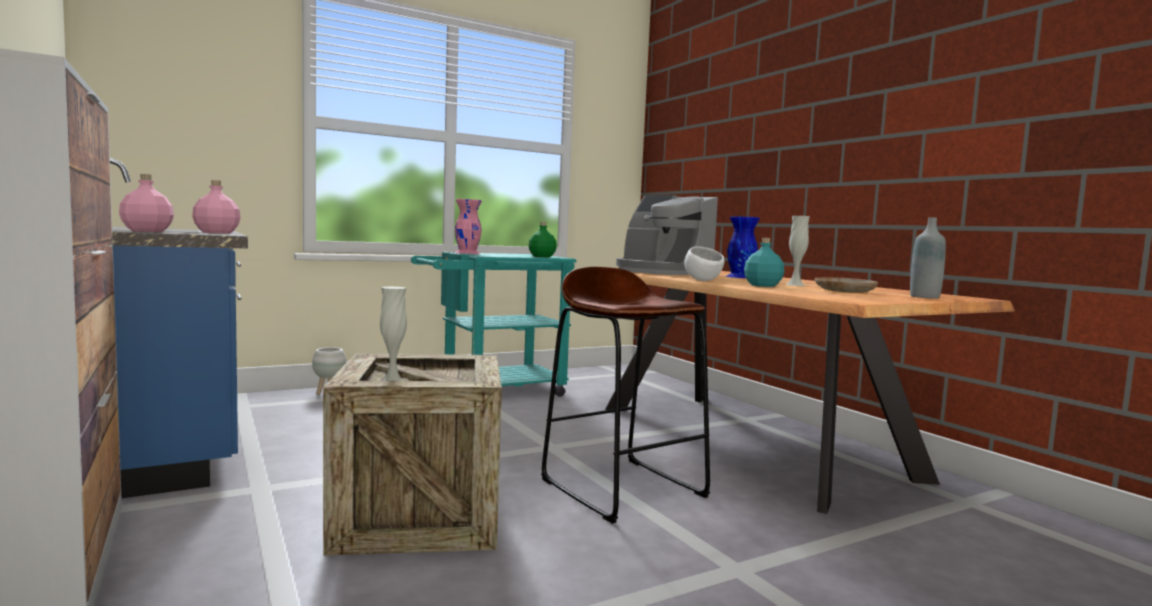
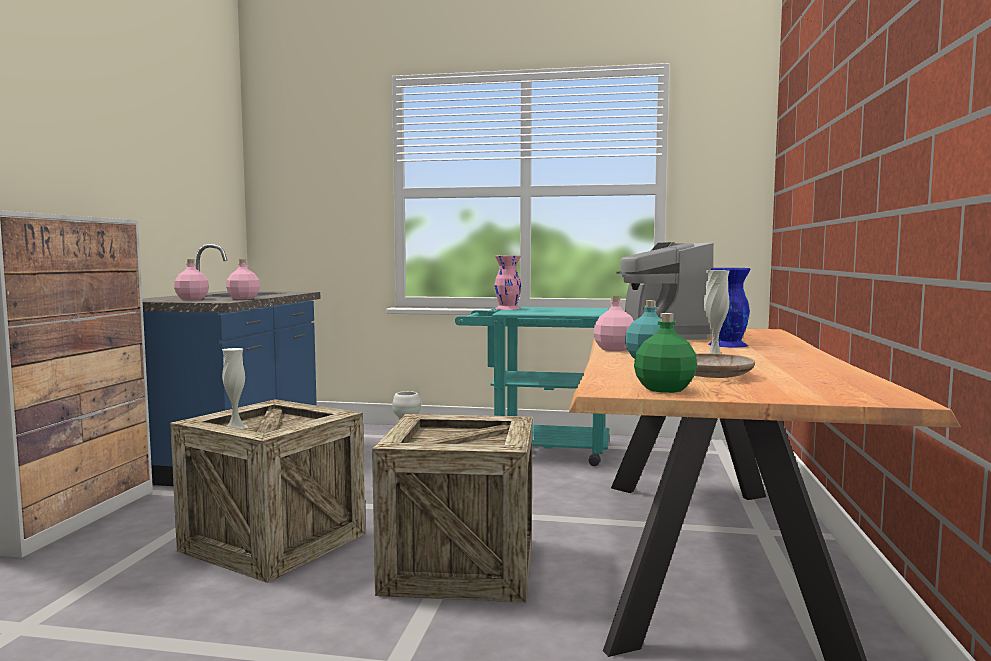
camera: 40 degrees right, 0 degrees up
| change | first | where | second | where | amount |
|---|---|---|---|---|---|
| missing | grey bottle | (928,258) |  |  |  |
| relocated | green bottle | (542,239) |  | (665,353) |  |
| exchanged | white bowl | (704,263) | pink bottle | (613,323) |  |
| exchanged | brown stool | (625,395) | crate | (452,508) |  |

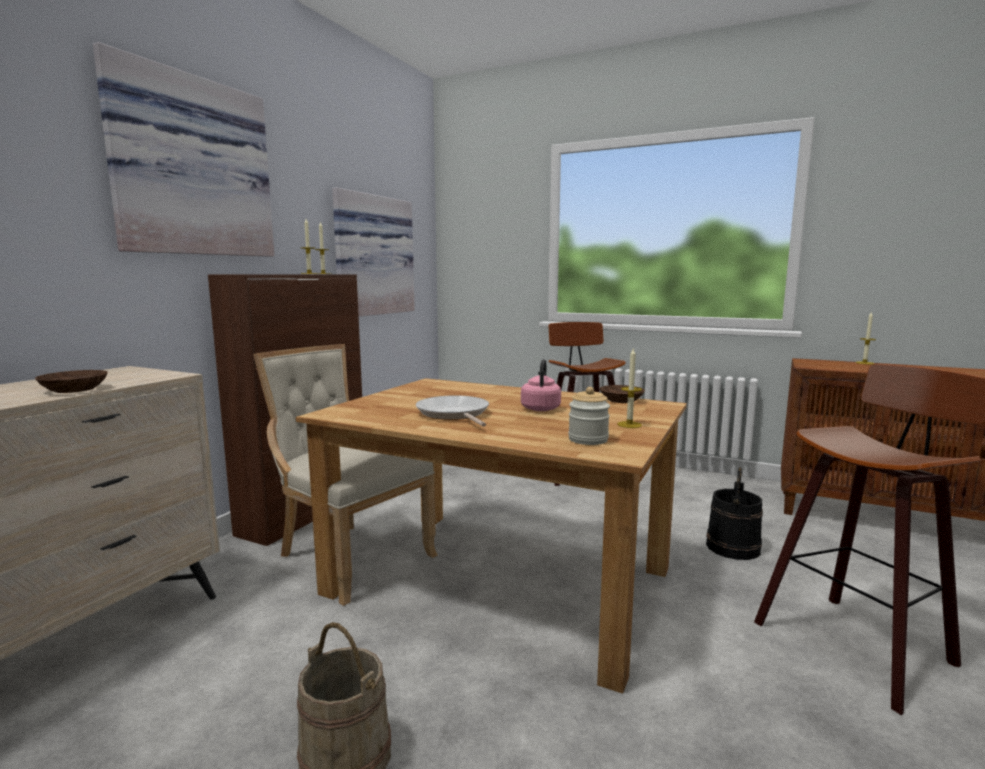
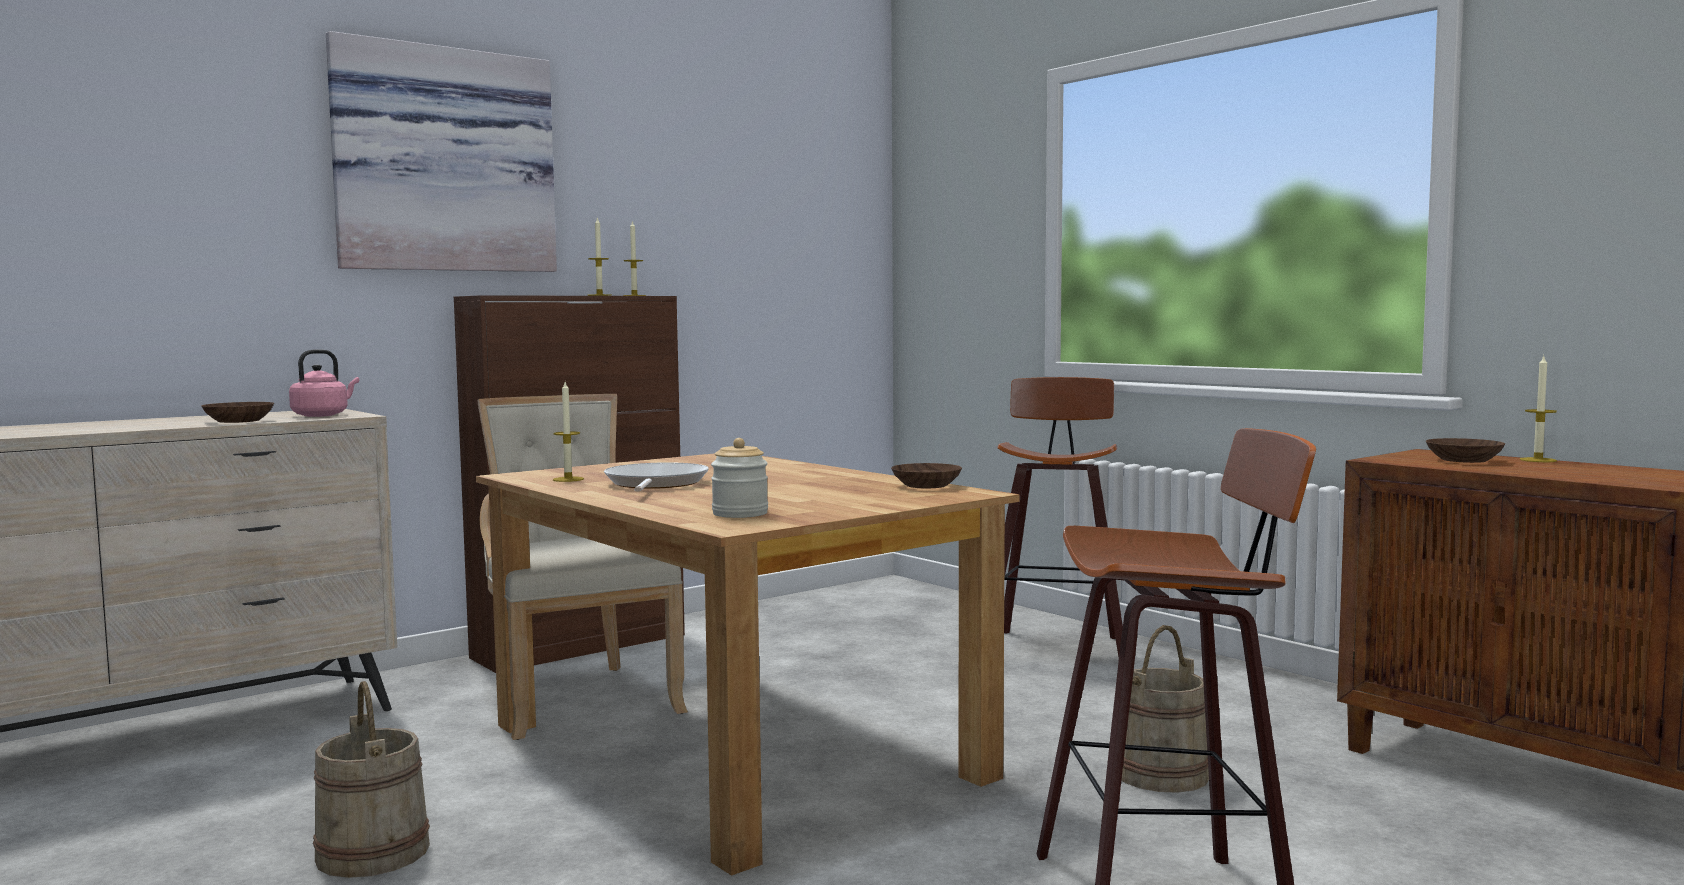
camera: 25 degrees right, 5 degrees down
| change | first | where | second | where | amount |
|---|---|---|---|---|---|
| missing | picture | (373,251) |  |  |  |
| relocated | candle | (629,387) |  | (568,432) |  |
| relocated | pink kettle | (541,385) |  | (324,383) |  |
| colour | black bucket | (734,513) | beige bucket | (1165,709) |  |
| appeared |  |  | brown bowl | (1465,450) |  |

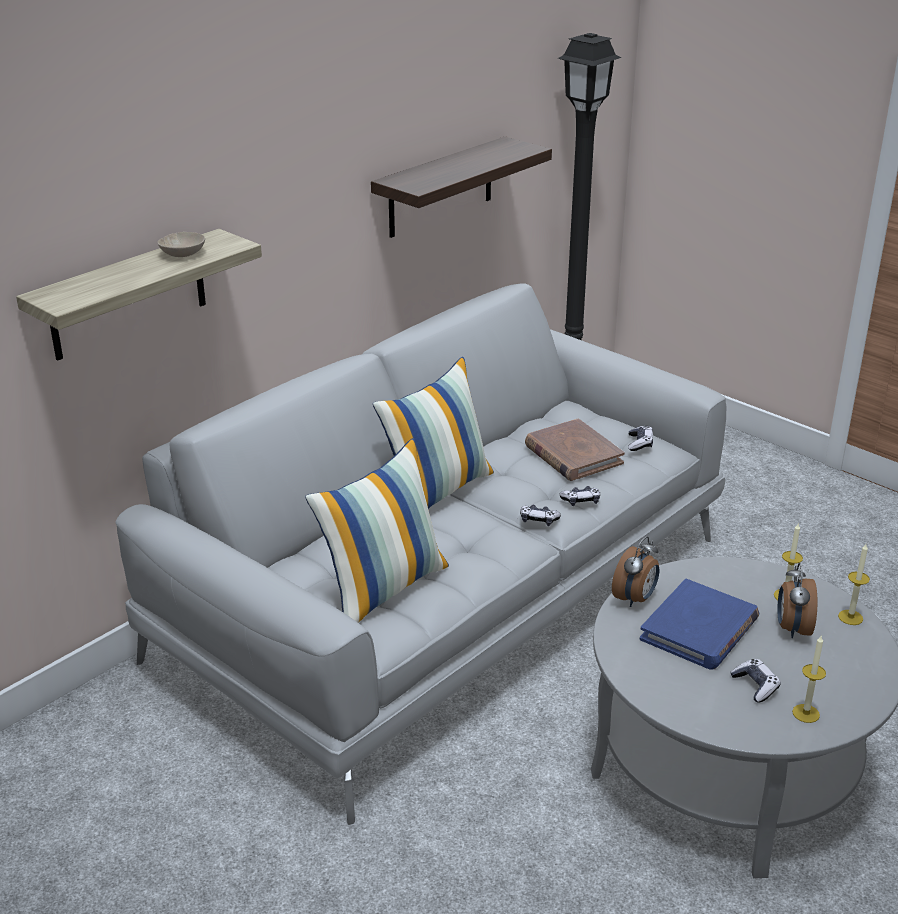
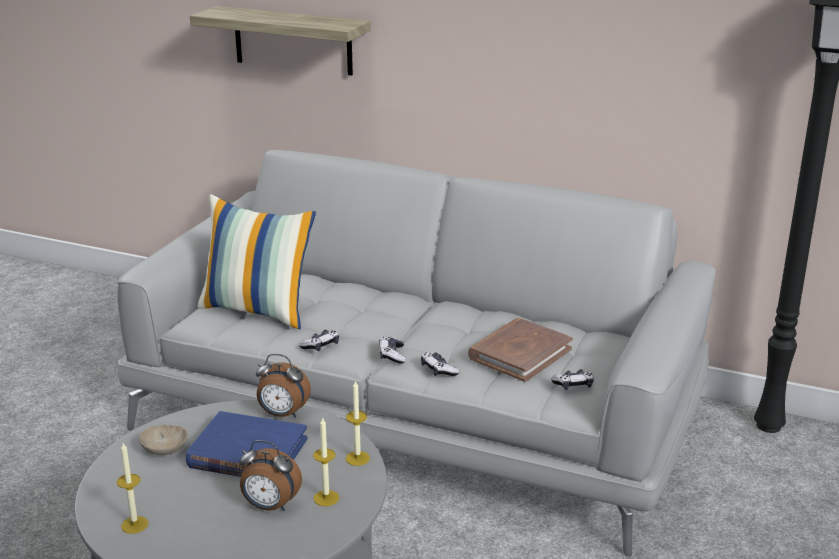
camera: 70 degrees right, 5 degrees down
| change | first | where | second | where | amount |
|---|---|---|---|---|---|
| missing | shelf | (461,187) |  |  |  |
| relocated | beige bowl | (181,244) |  | (163,440) |  |
| missing | pillow | (433,433) |  |  |  |
| relocated | candle | (854,584) |  | (358,423) |  |
| spun | alarm clock | (798,600) |  | (270,475) | 150 degrees counterclockwise |
| relocated | game controller | (755,680) |  | (319,340) |  |

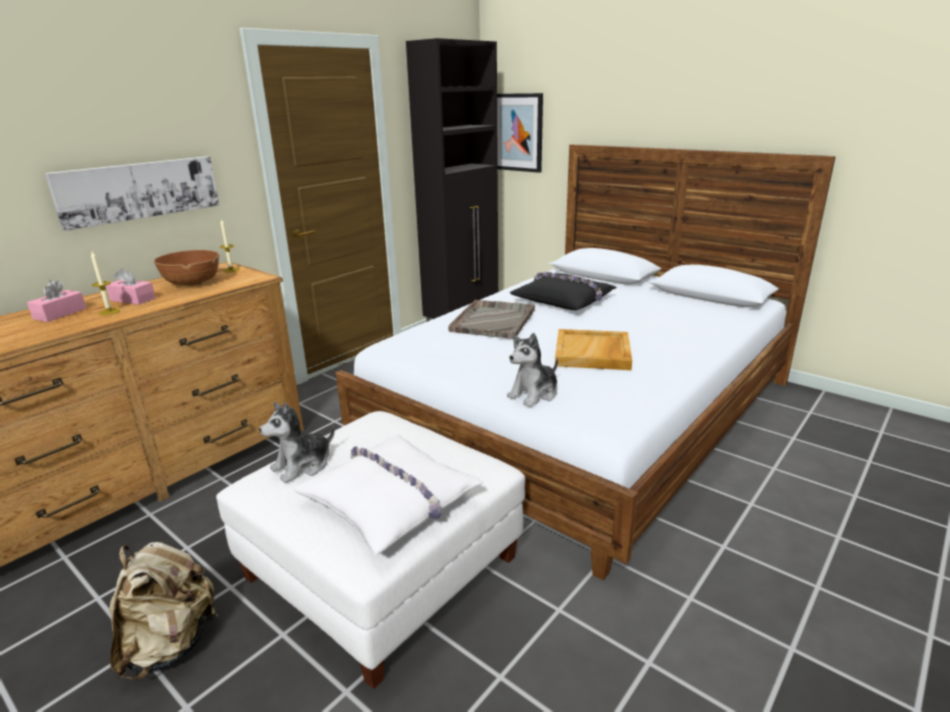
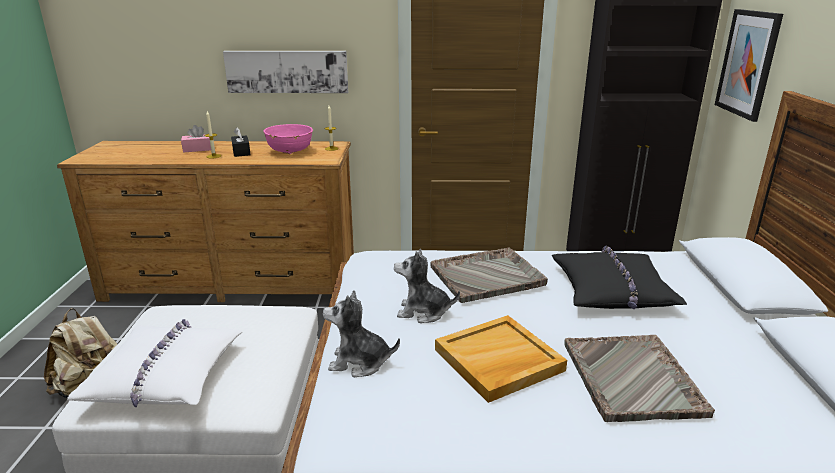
camera: 50 degrees right, 0 degrees up
| change | first | where | second | where | amount |
|---|---|---|---|---|---|
| colour | brown bowl | (187,268) | pink bowl | (288,139) |  |
| colour | pink tissue box | (131,286) | black tissue box | (241,142) |  |
| relocated | plush toy | (297,442) |  | (427,286) |  |
| appeared |  |  | grey tray | (639,378) |  |

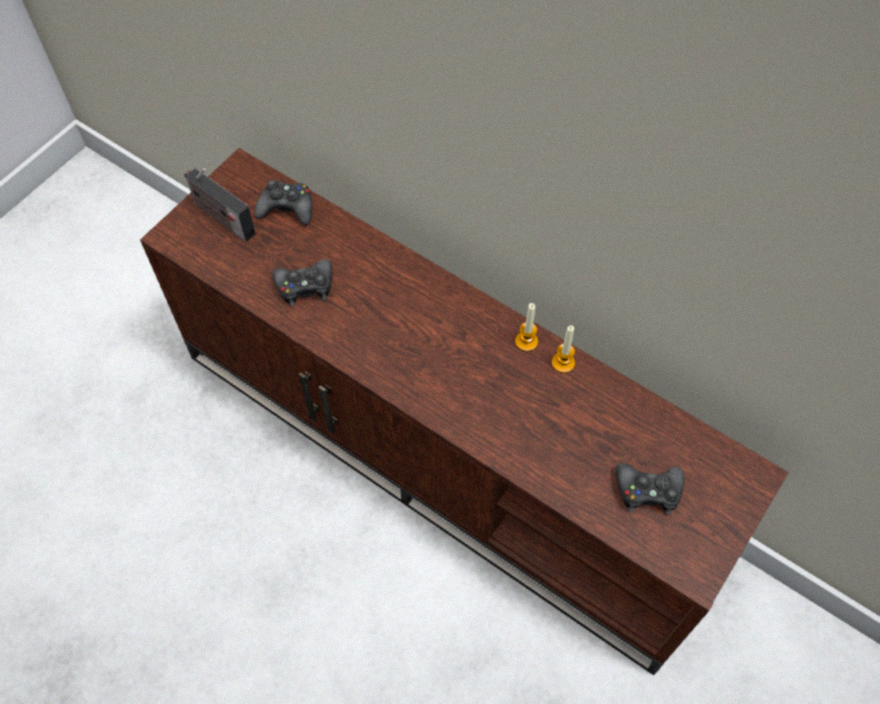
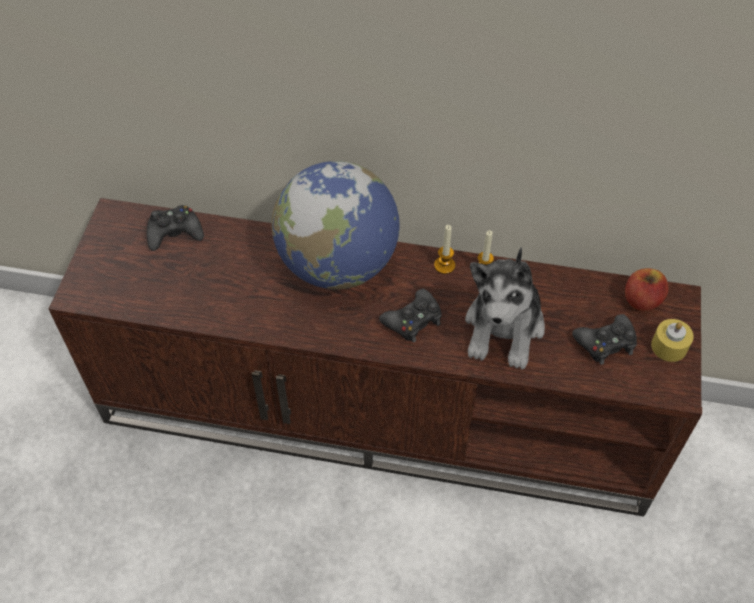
camera: 25 degrees left, 5 degrees down
| change | first | where | second | where | amount |
|---|---|---|---|---|---|
| missing | radio | (220,205) |  |  |  |
| relocated | black game controller | (302,283) |  | (410,316) |  |
| appeared |  |  | globe | (335,225) |  |
| appeared |  |  | plush toy | (505,308) |  |
| appeared |  |  | apple | (647,289) |  |
| appeared |  |  | yellow candle | (672,340) |  |

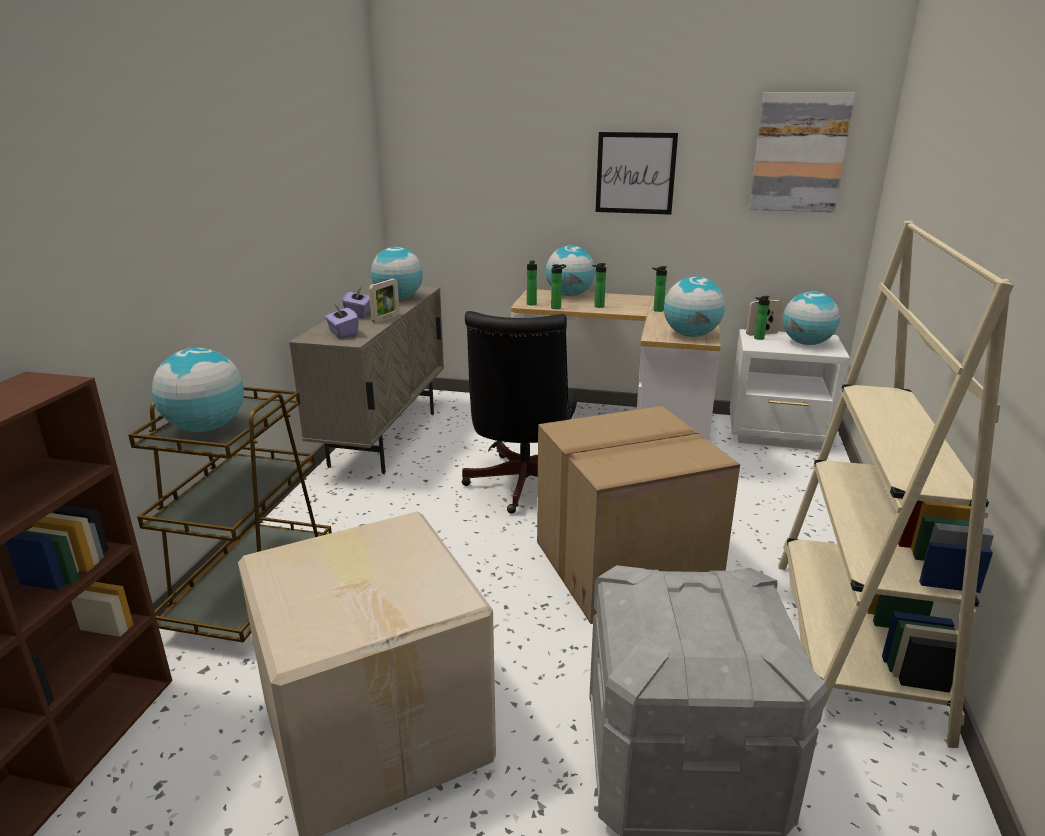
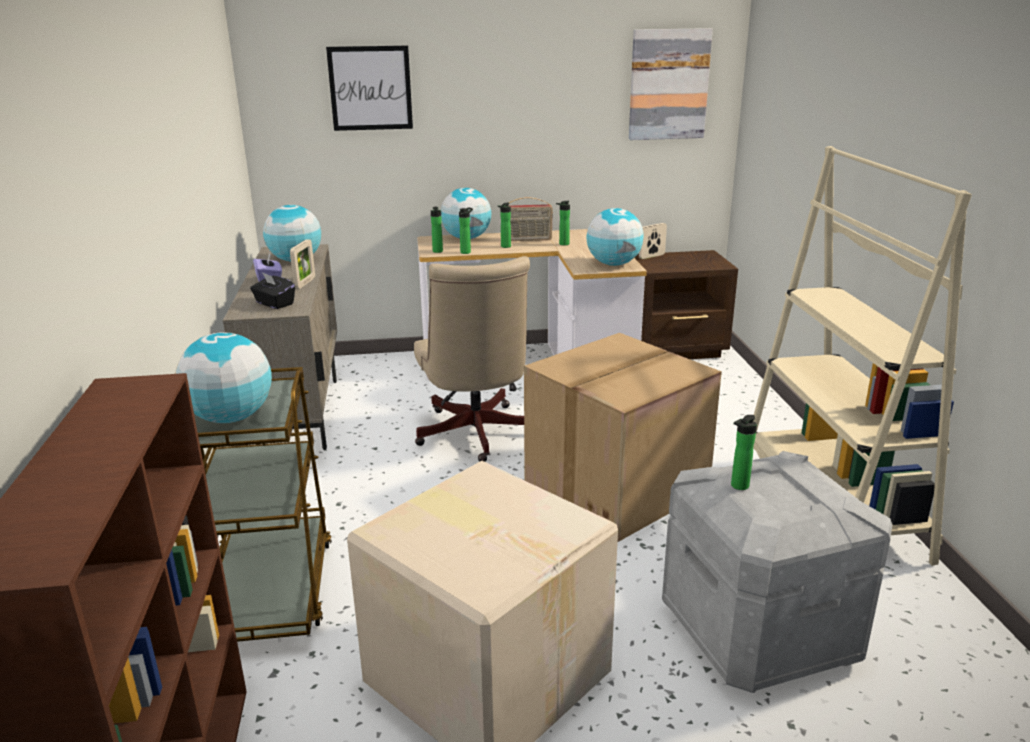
camera: 20 degrees left, 0 degrees up
| change | first | where | second | where | amount |
|---|---|---|---|---|---|
| relocated | picture | (637,173) |  | (369,88) |  |
| missing | globe | (811,318) |  |  |  |
| relocated | bottle | (762,318) |  | (744,452) |  |
| colour | purple tissue box | (342,320) | black tissue box | (272,290) |  |
| colour | black office chair | (519,412) | beige office chair | (472,359) |  |
| colour | white nightstand | (790,389) | brown nightstand | (686,304) |  |
| appeared |  |  | radio | (531,219) |  |

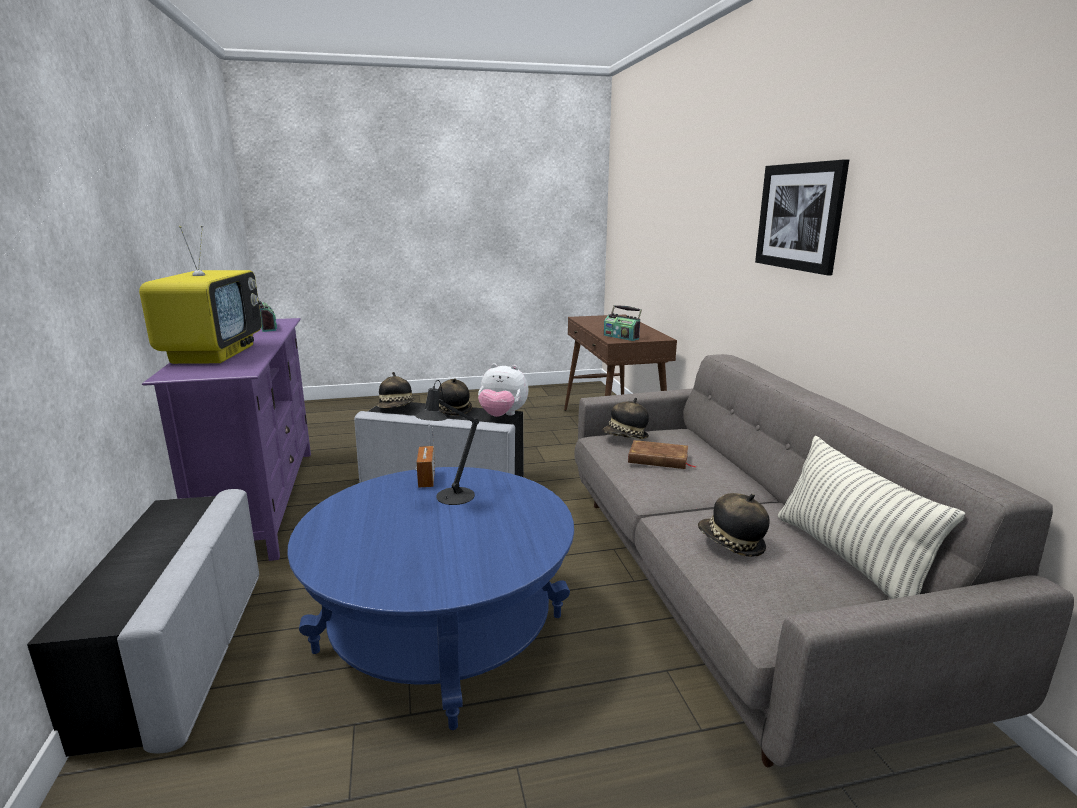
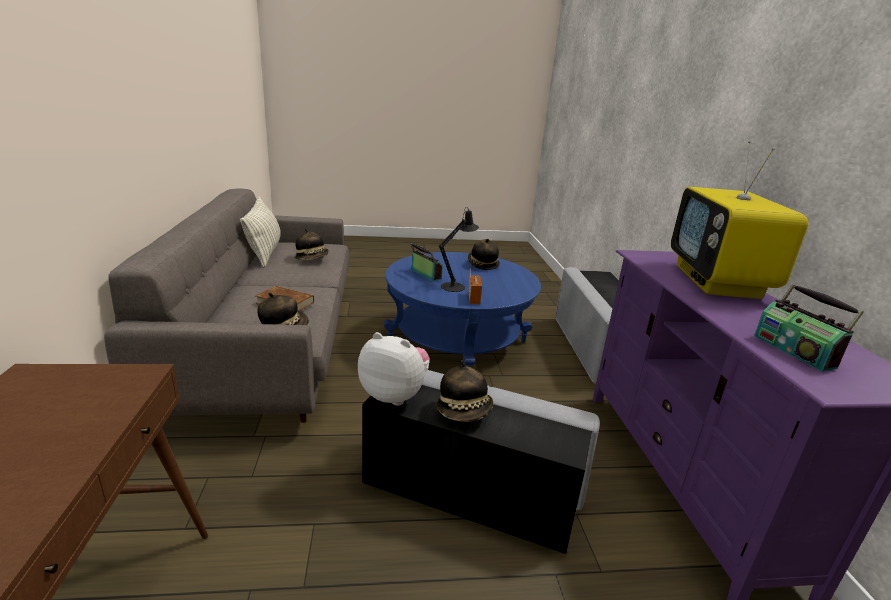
camera: 175 degrees left, 5 degrees up
| change | first | where | second | where | amount |
|---|---|---|---|---|---|
| missing | picture | (802,217) |  |  |  |
| relocated | radio | (623,323) |  | (427,262) |  |
| relocated | hat | (396,390) |  | (484,254) |  |

